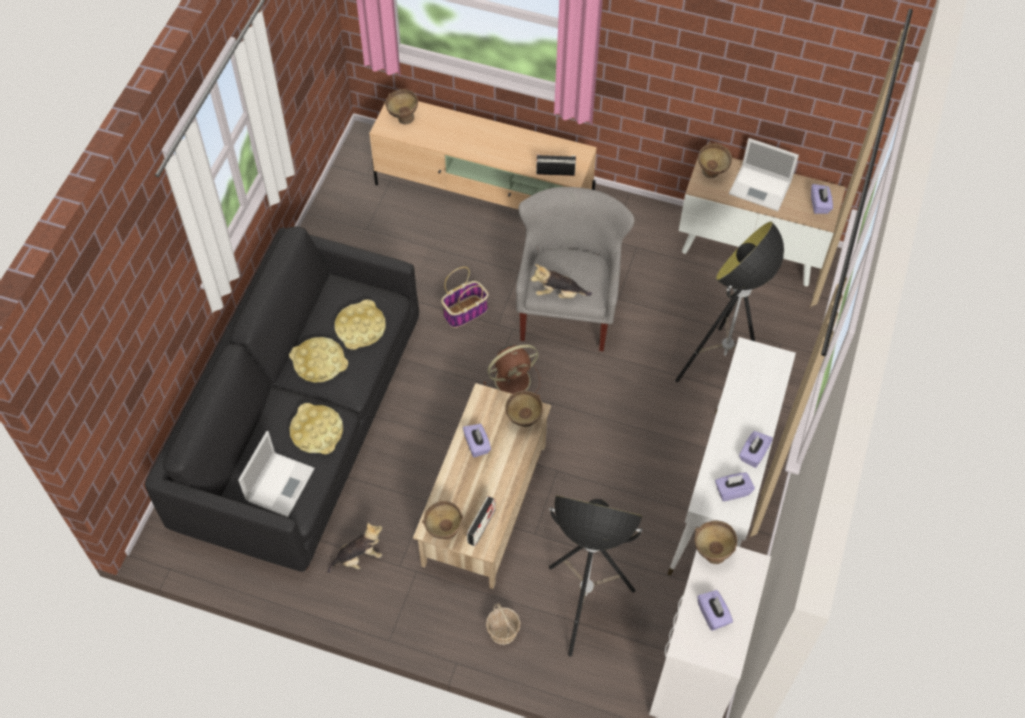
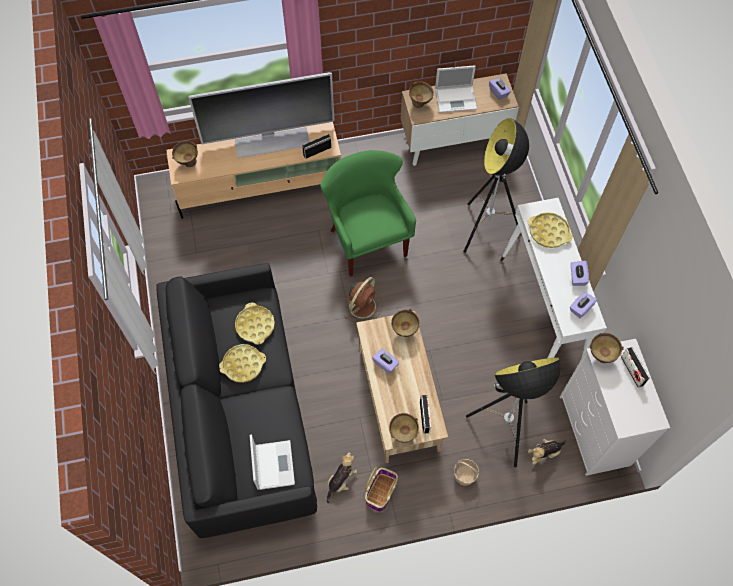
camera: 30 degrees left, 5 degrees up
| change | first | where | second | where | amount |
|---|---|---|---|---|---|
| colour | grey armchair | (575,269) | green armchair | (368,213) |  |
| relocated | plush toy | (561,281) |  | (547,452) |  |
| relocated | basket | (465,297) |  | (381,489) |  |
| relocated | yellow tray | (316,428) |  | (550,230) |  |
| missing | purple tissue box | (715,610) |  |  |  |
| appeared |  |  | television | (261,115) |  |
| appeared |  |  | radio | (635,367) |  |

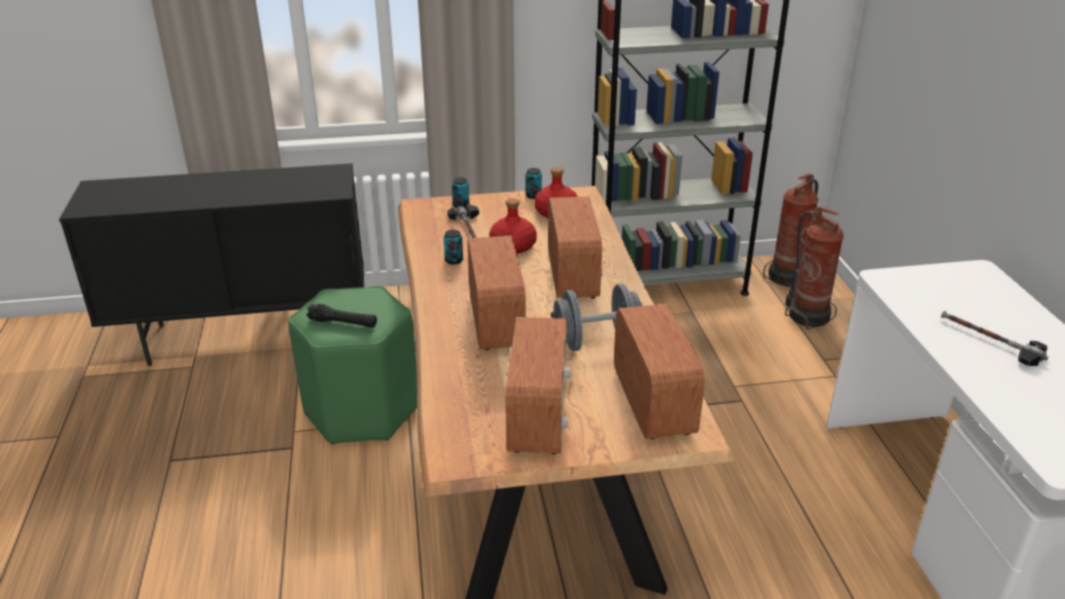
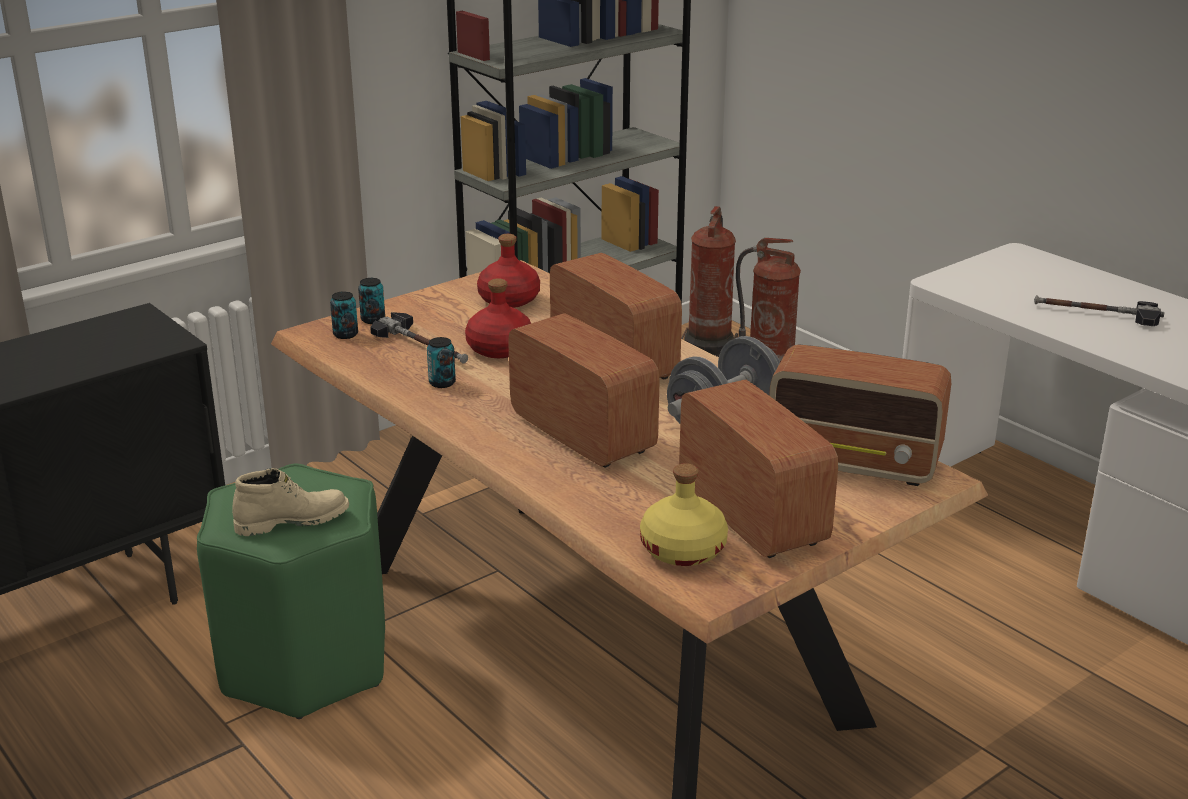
camera: 30 degrees left, 5 degrees down
| change | first | where | second | where | amount |
|---|---|---|---|---|---|
| relocated | can | (534,183) |  | (344,315) |  |
| exchanged | black flashlight | (342,316) | beige boot | (290,502) |  |
| spun | radio | (659,371) |  | (860,415) | 150 degrees clockwise |
| appeared |  |  | yellow bottle | (684,514) |  |

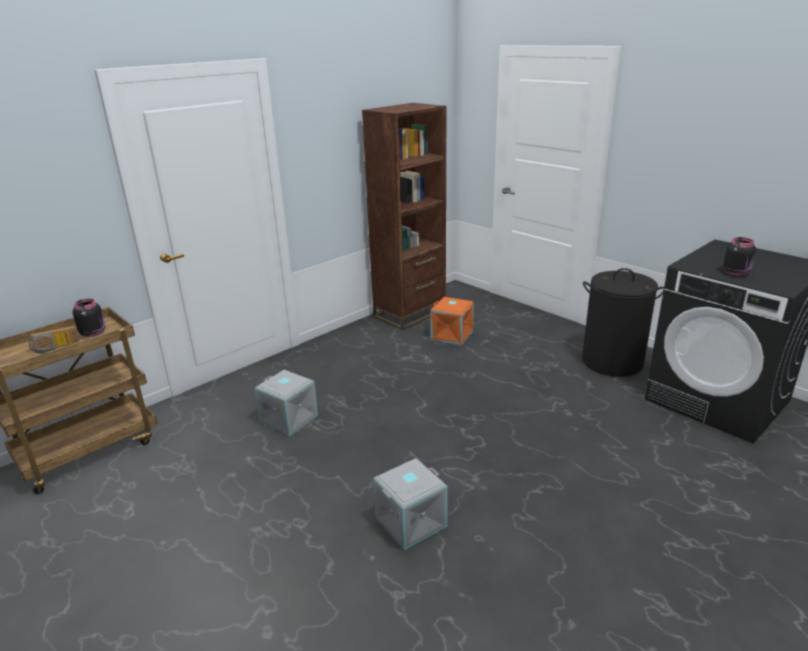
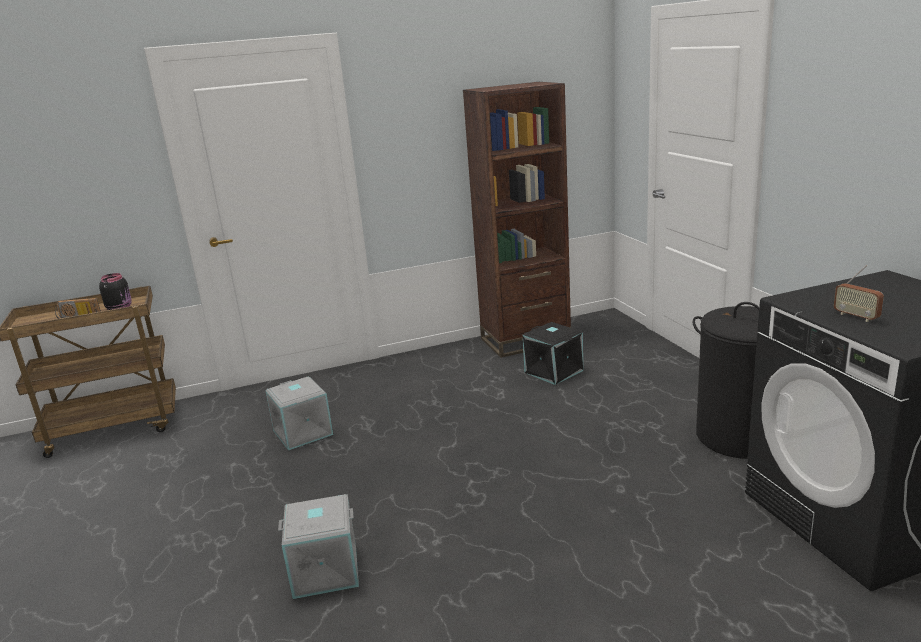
camera: 25 degrees right, 5 degrees down
| change | first | where | second | where | amount |
|---|---|---|---|---|---|
| exchanged | black jar | (739,256) | radio | (859,293) |  |
| colour | orange storage box | (452,321) | black storage box | (553,353) |  |

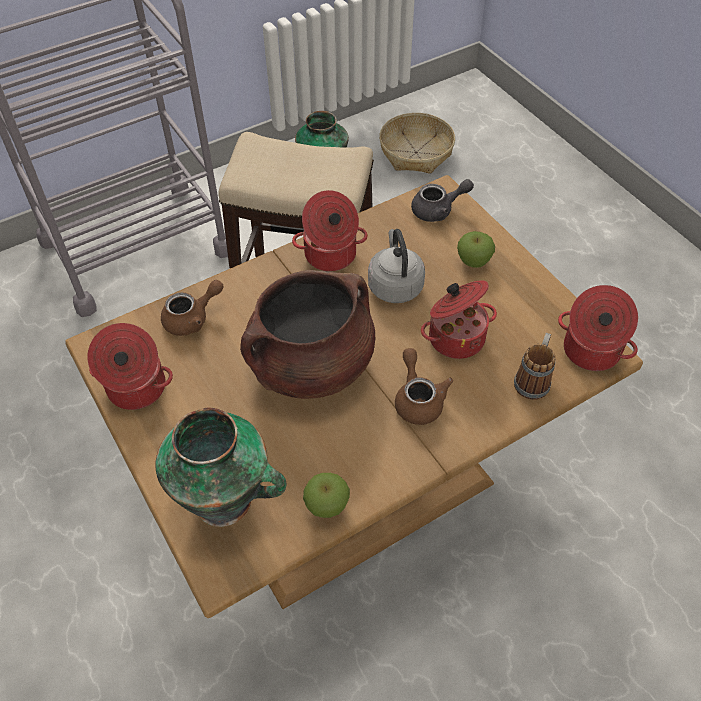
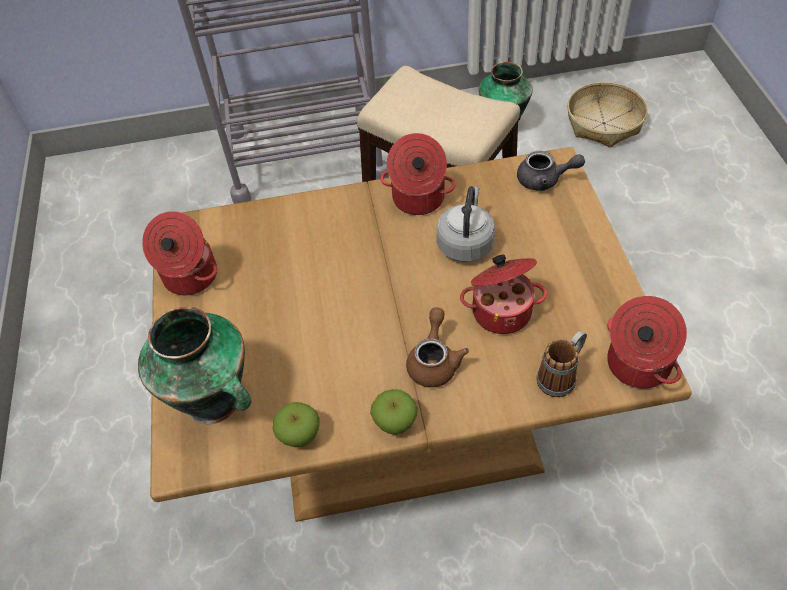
camera: 25 degrees right, 0 degrees up
| change | first | where | second | where | amount |
|---|---|---|---|---|---|
| relocated | apple | (476,249) |  | (394,412) |  |
| missing | brown cooking pot | (307,334) |  |  |  |
| missing | brown teapot | (192,308) |  |  |  |

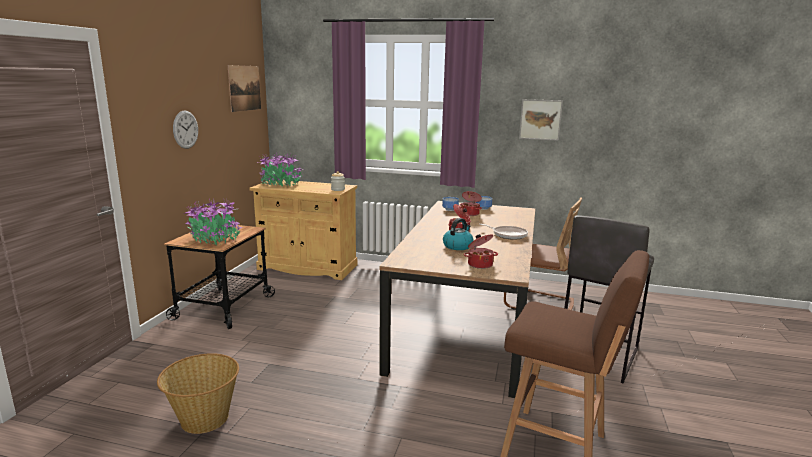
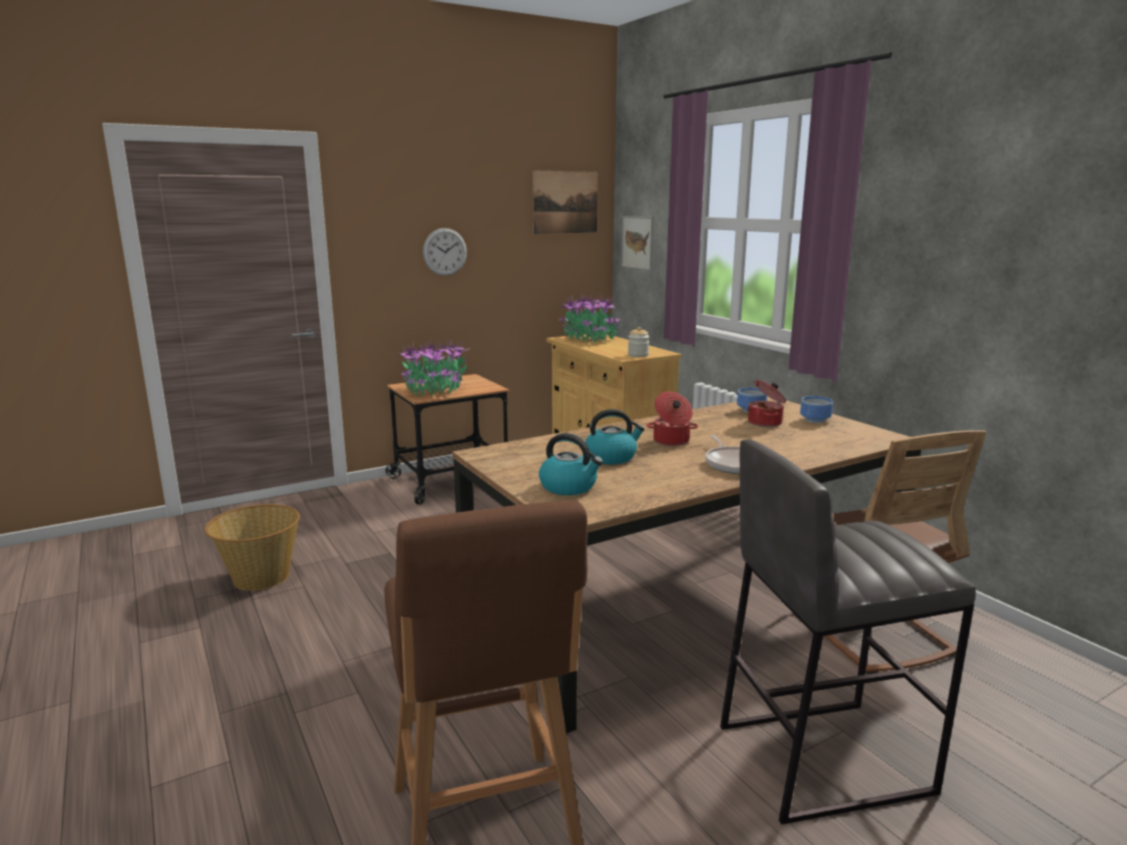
camera: 45 degrees right, 0 degrees up
| change | first | where | second | where | amount |
|---|---|---|---|---|---|
| relocated | picture | (541,120) |  | (637,243) |  |
| exchanged | cooking pot | (481,251) | kettle | (571,464) |  |

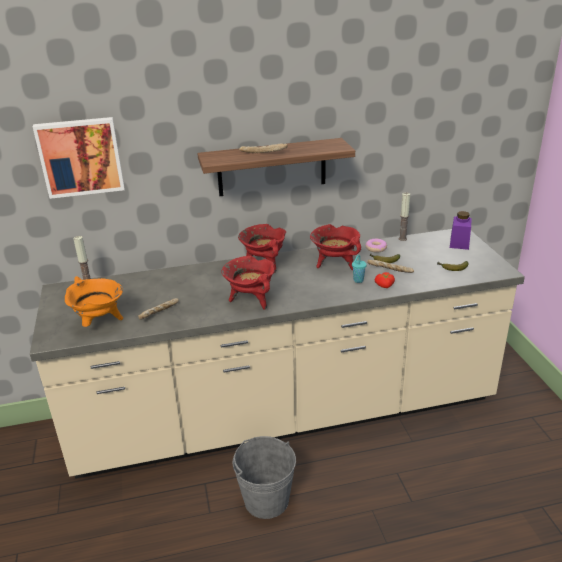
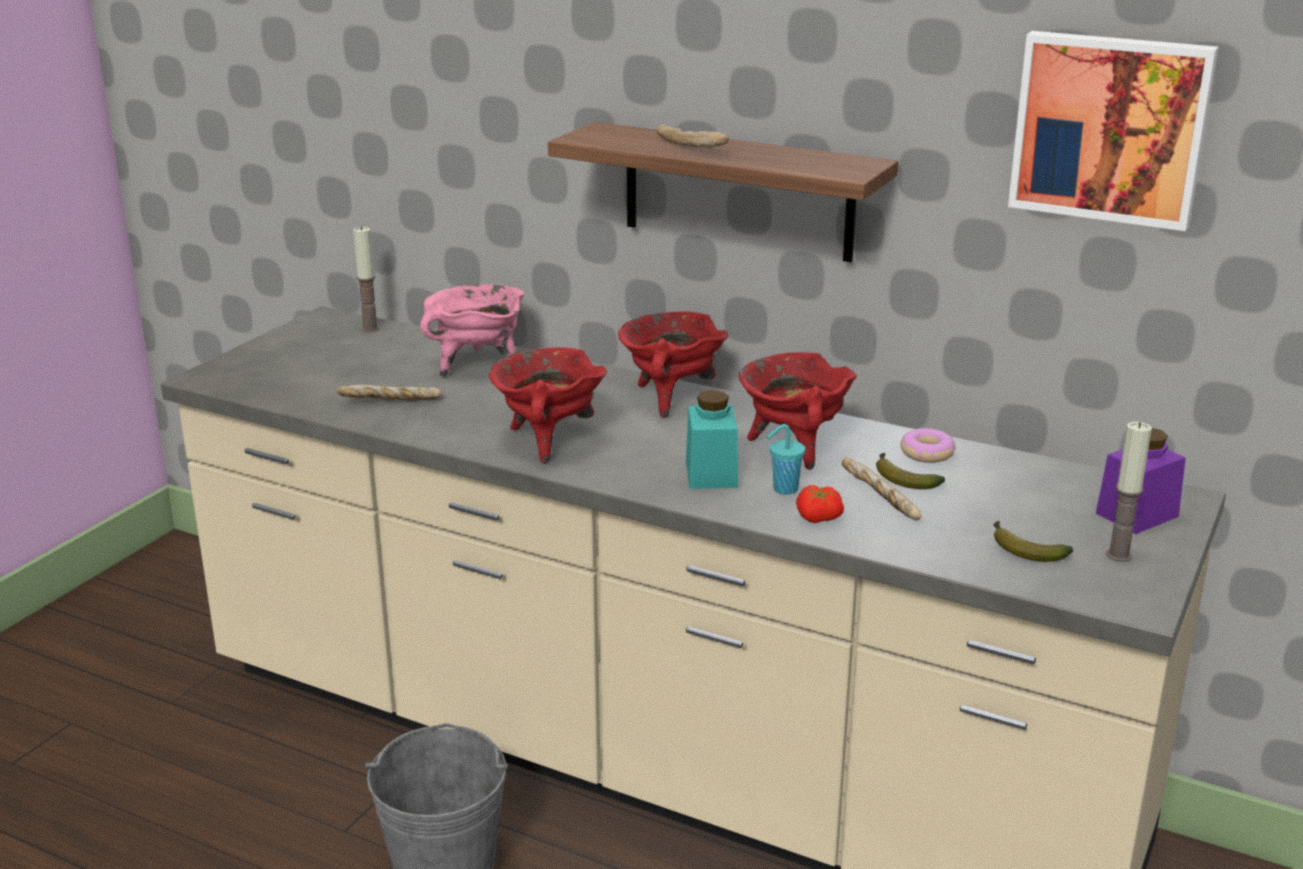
camera: 40 degrees right, 5 degrees down
| change | first | where | second | where | amount |
|---|---|---|---|---|---|
| relocated | picture | (78,158) |  | (1113,131) |  |
| relocated | candle | (404,217) |  | (1129,492) |  |
| missing | orange cooking pot | (94,301) |  |  |  |
| appeared |  |  | pink cooking pot | (472,330) |  |
| appeared |  |  | turquoise jar | (712,439) |  |

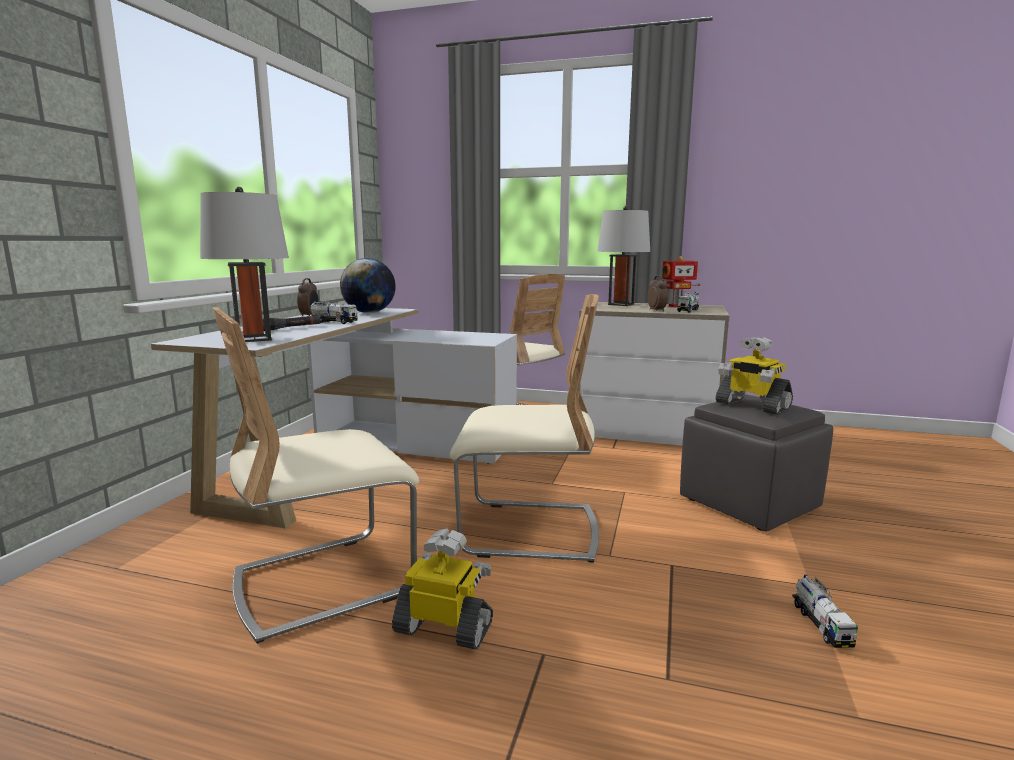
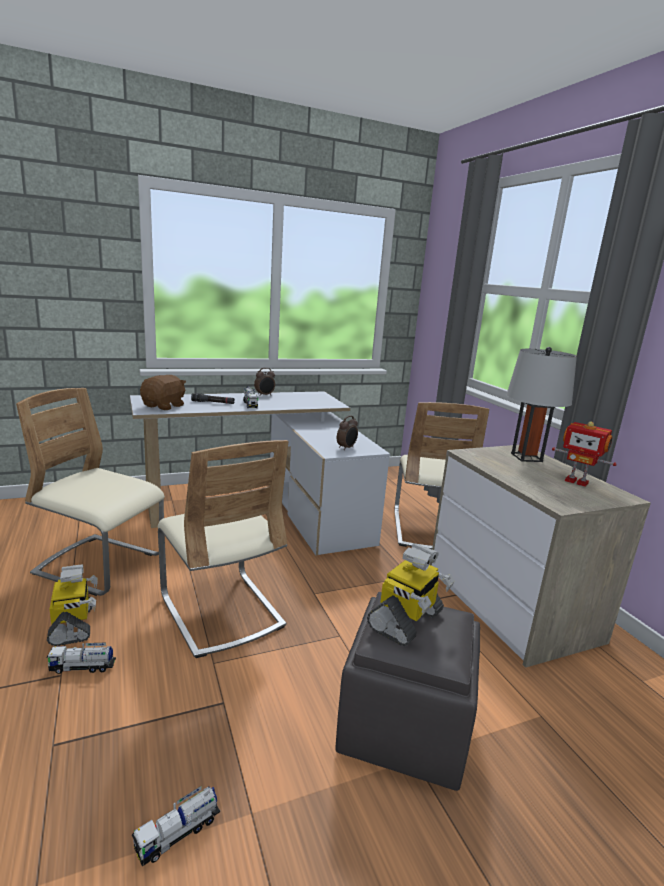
camera: 50 degrees right, 5 degrees up
| change | first | where | second | where | amount |
|---|---|---|---|---|---|
| exchanged | grey table lamp | (244,264) | brown plush toy | (163,392) |  |
| missing | globe | (368,285) |  |  |  |
| relocated | alarm clock | (658,293) |  | (347,433) |  |
| relocated | toy truck | (688,302) |  | (81,658) |  |
| spun | toy robot | (754,376) |  | (411,595) | 150 degrees counterclockwise |

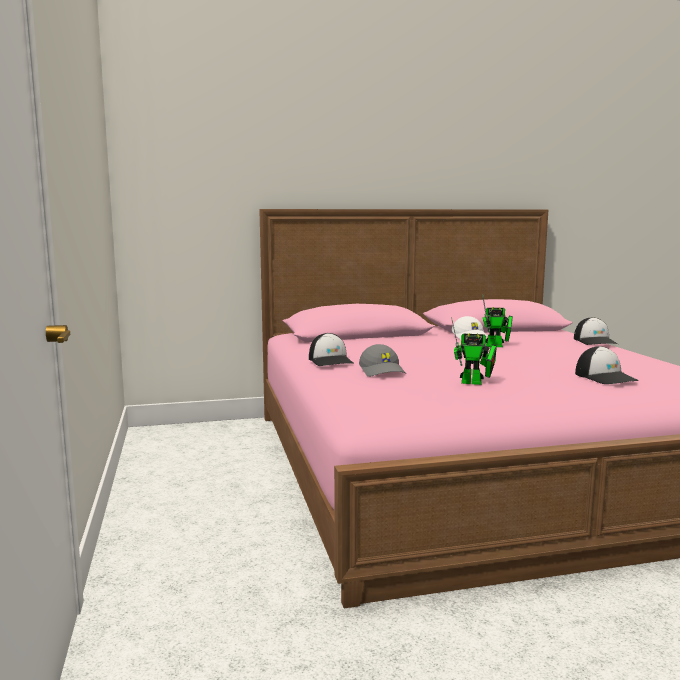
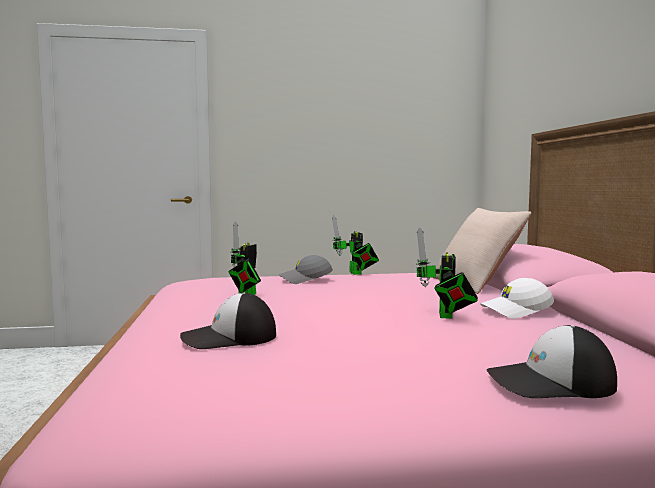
camera: 95 degrees right, 5 degrees down
| change | first | where | second | where | amount |
|---|---|---|---|---|---|
| exchanged | cap | (331,349) | toy robot | (355,245) |  |
| appeared |  |  | beige pillow | (482,251) |  |

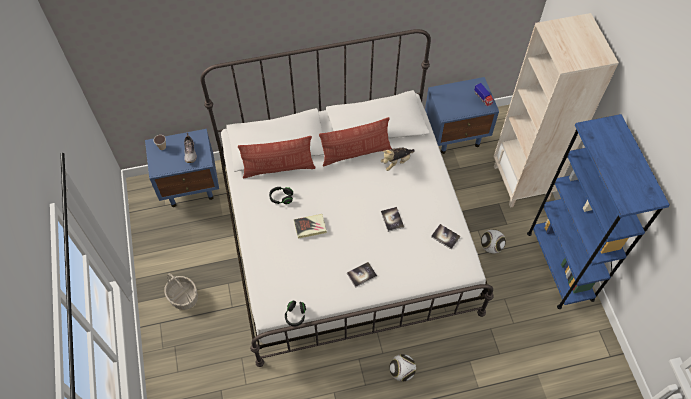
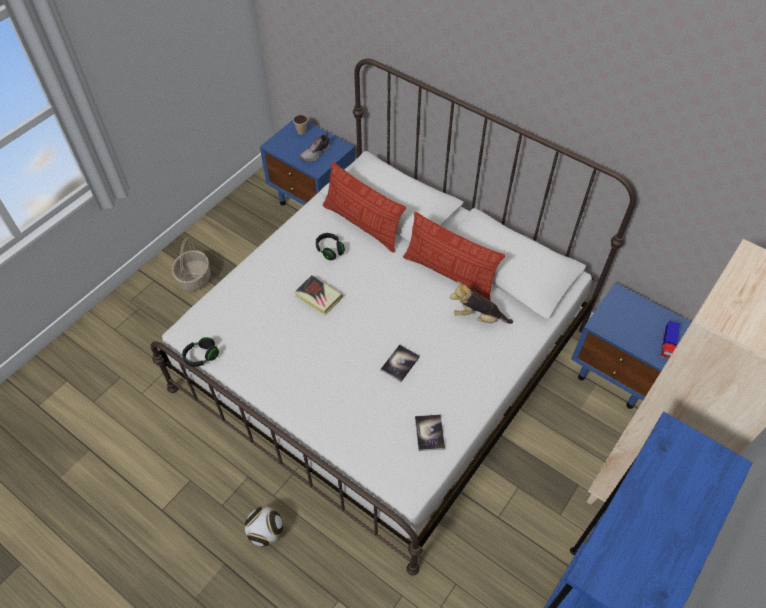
camera: 50 degrees right, 5 degrees down
| change | first | where | second | where | amount |
|---|---|---|---|---|---|
| missing | football | (493,241) |  |  |  |
| missing | book | (362,275) |  |  |  |

